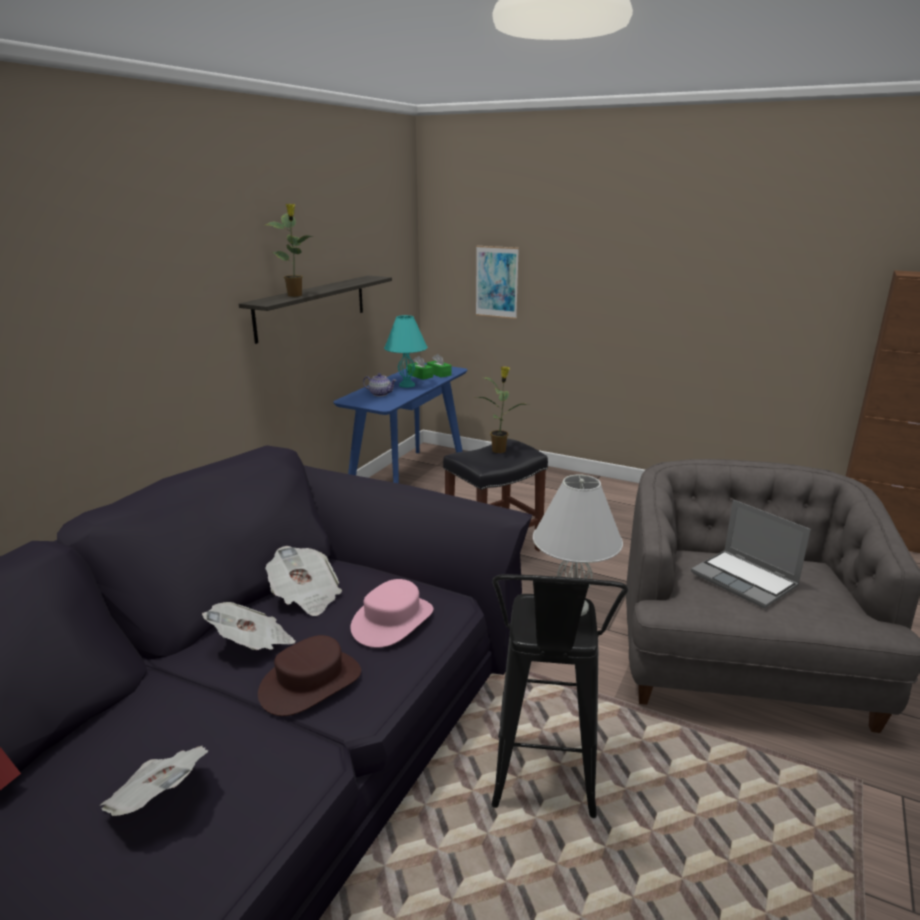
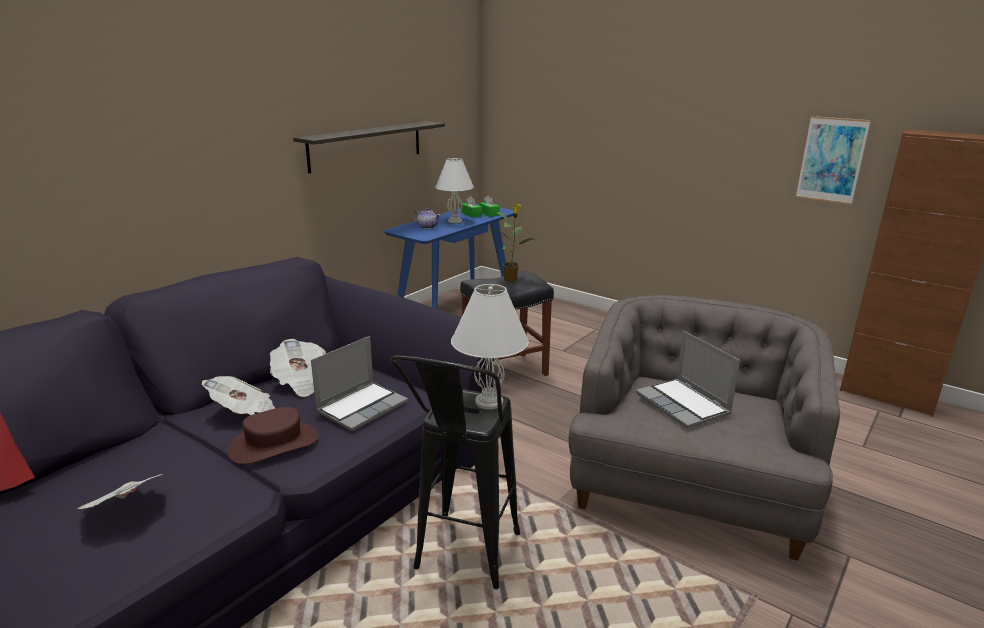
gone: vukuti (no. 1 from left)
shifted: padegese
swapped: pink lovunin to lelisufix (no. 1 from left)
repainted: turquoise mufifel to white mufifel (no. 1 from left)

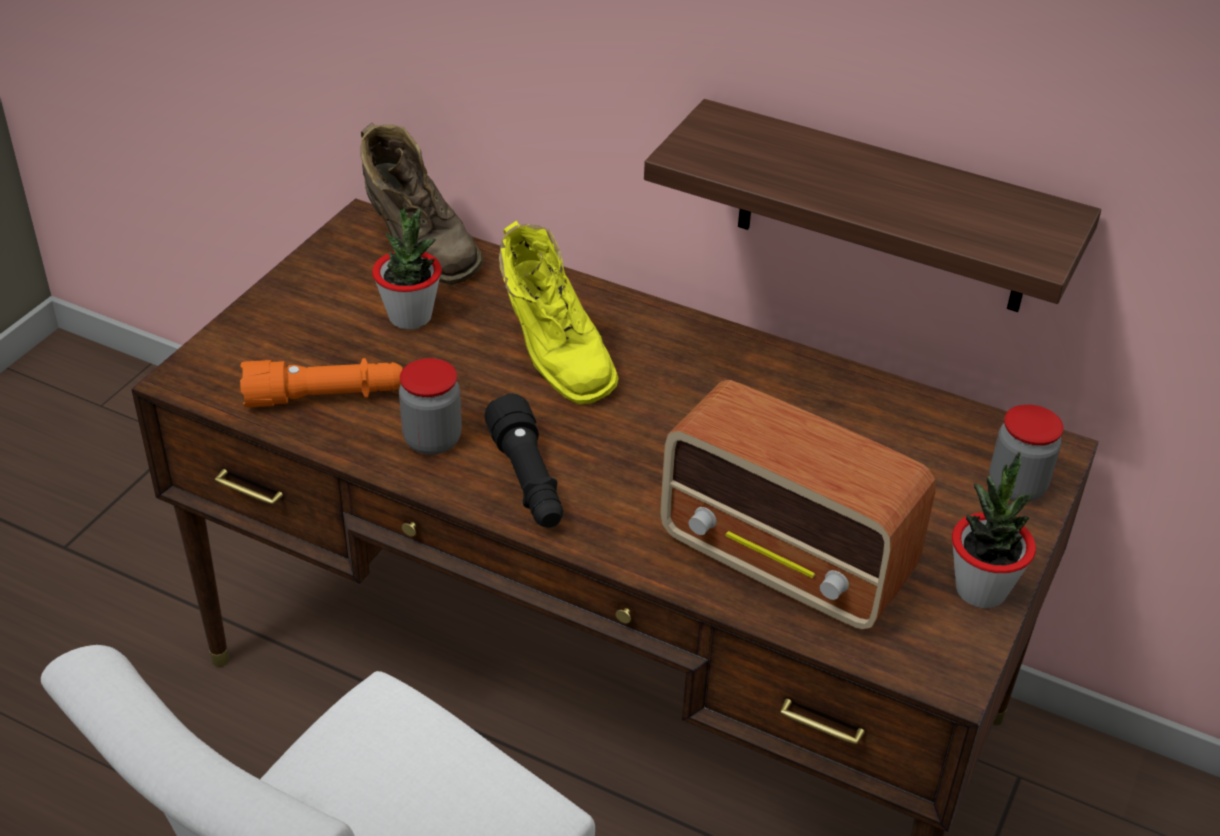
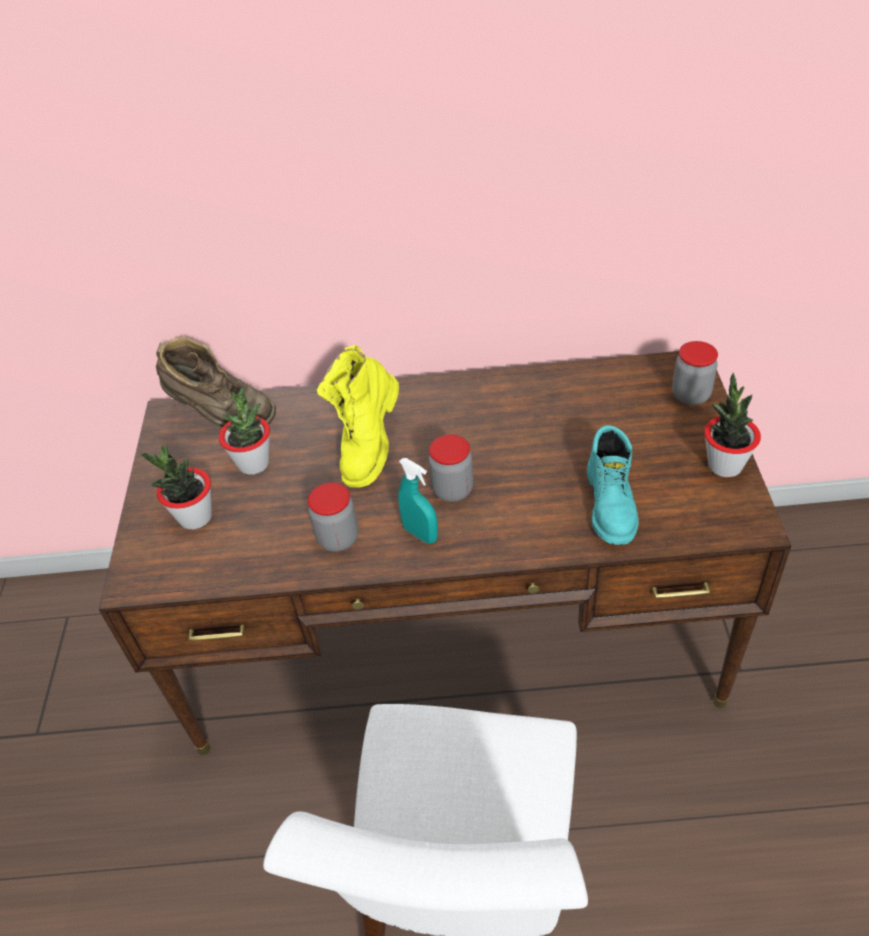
gone: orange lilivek; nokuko
new: vukuti (no. 1 from left); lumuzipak (no. 2 from left)
swapped: black lilivek to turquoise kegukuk; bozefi to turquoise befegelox
rotated: yellow befegelox 75 degrees clockwise

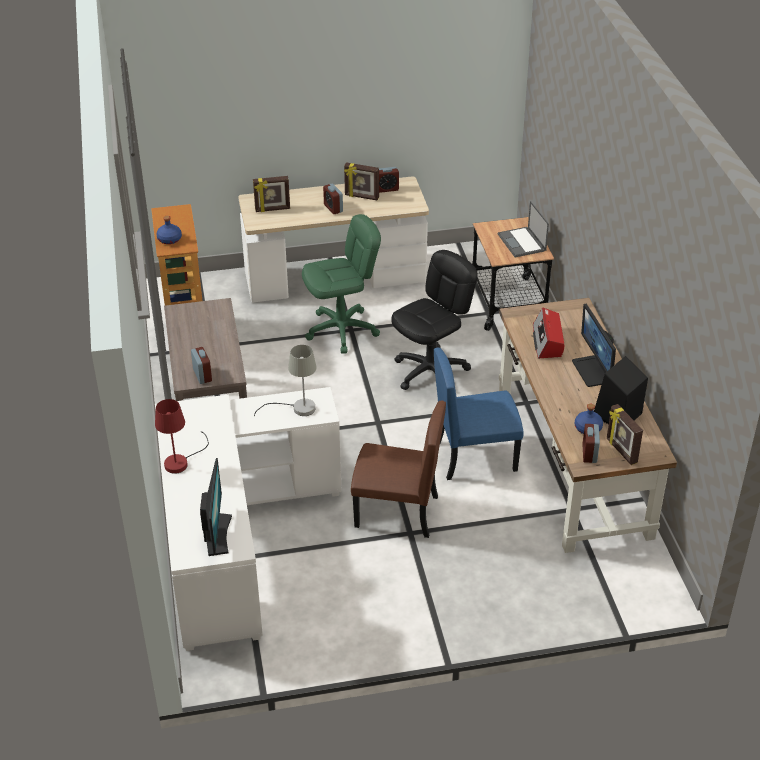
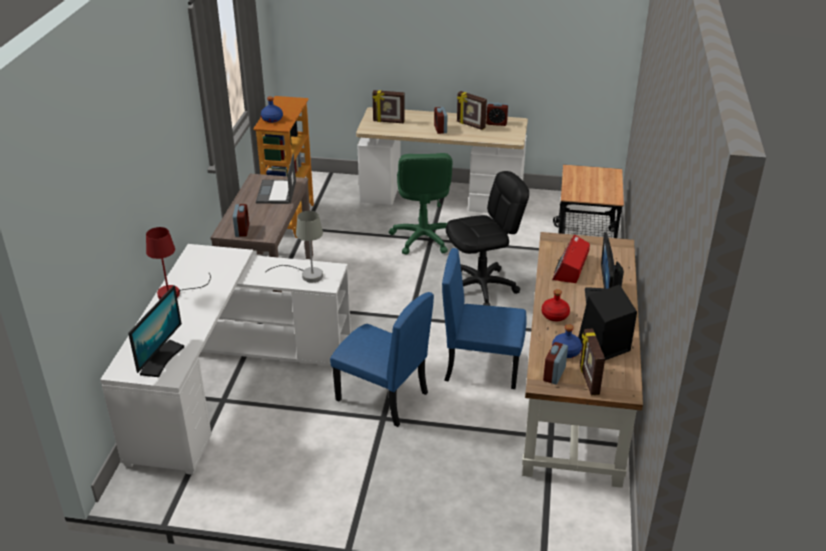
new: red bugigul
shifted: lelisufix
repainted: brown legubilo to blue legubilo (no. 1 from left)
rotated: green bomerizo 90 degrees clockwise

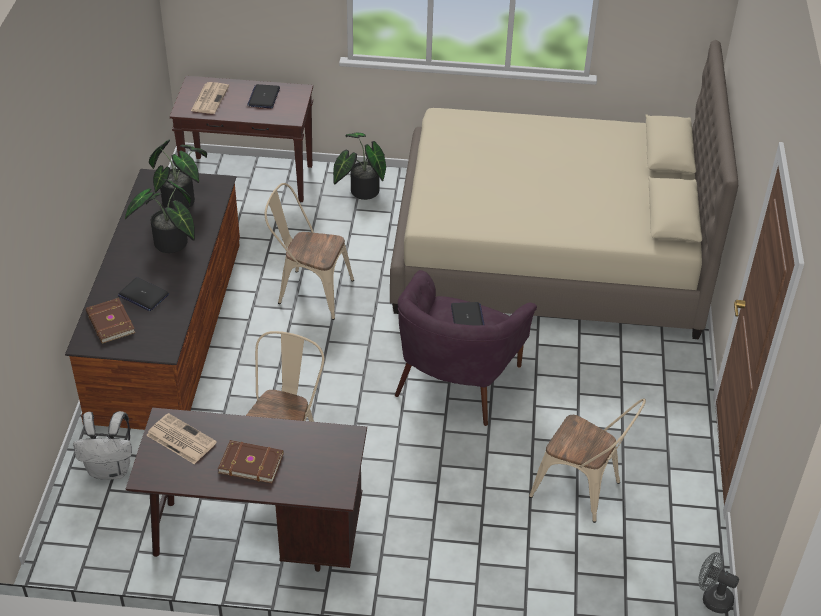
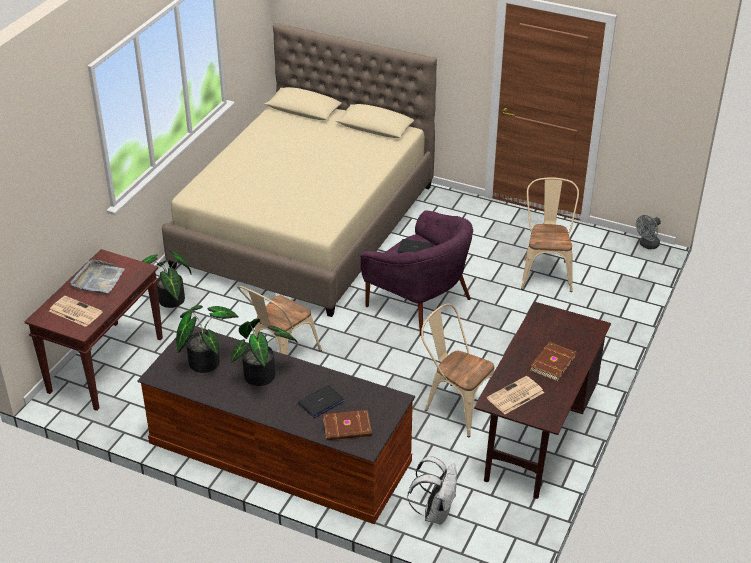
swapped: lelisufix (no. 2 from left) to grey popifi
rotated: beige legubilo (no. 3 from left) 45 degrees counterclockwise

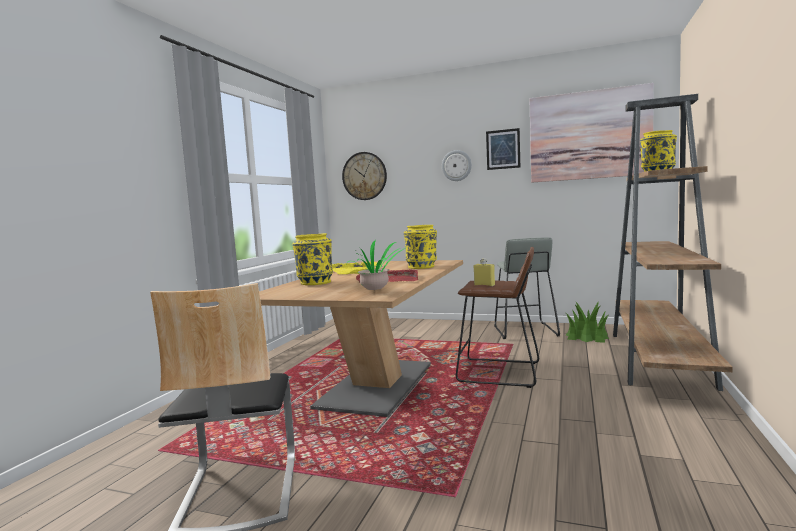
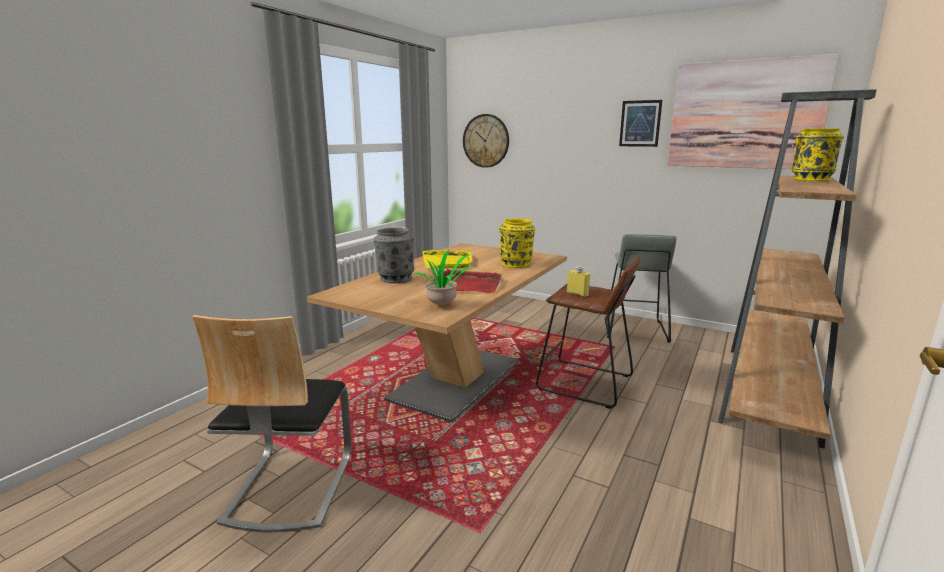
gone: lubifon (no. 2 from left); vukuti (no. 2 from left)
repainted: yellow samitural (no. 1 from left) to grey samitural

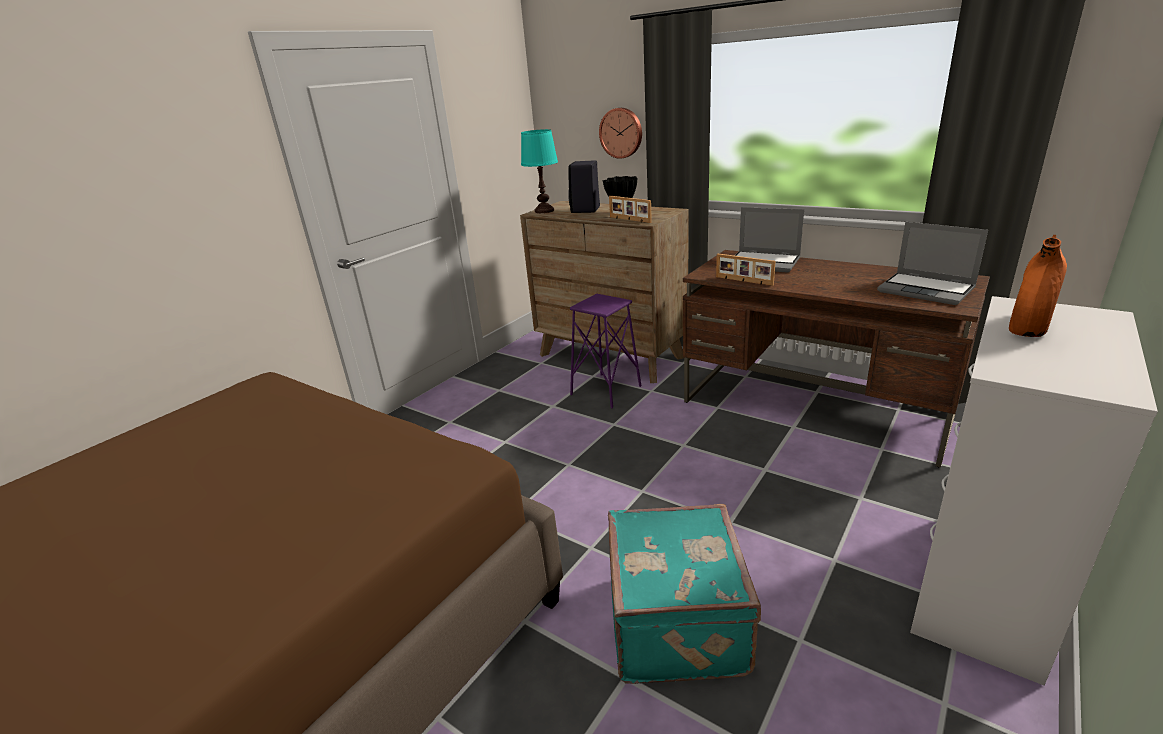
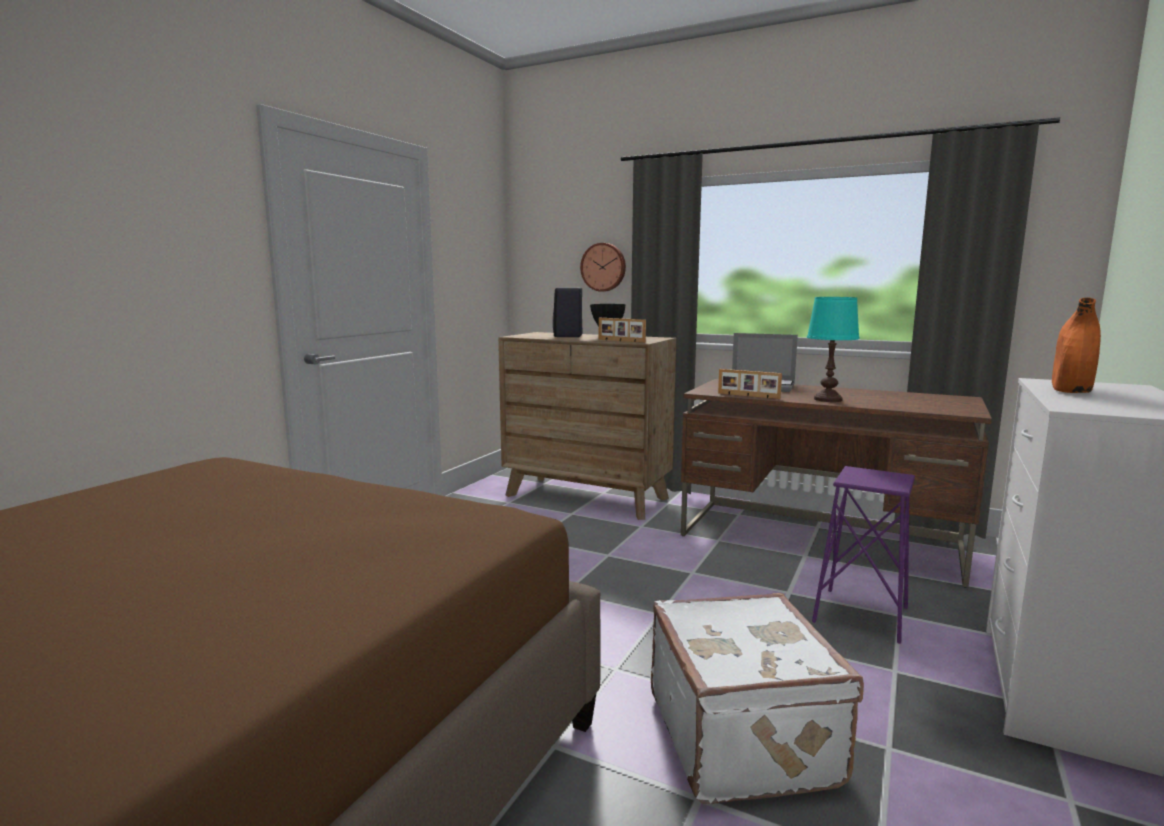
gone: lelisufix (no. 2 from left)
shifted: turquoise mufifel; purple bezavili
repainted: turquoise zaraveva to white zaraveva

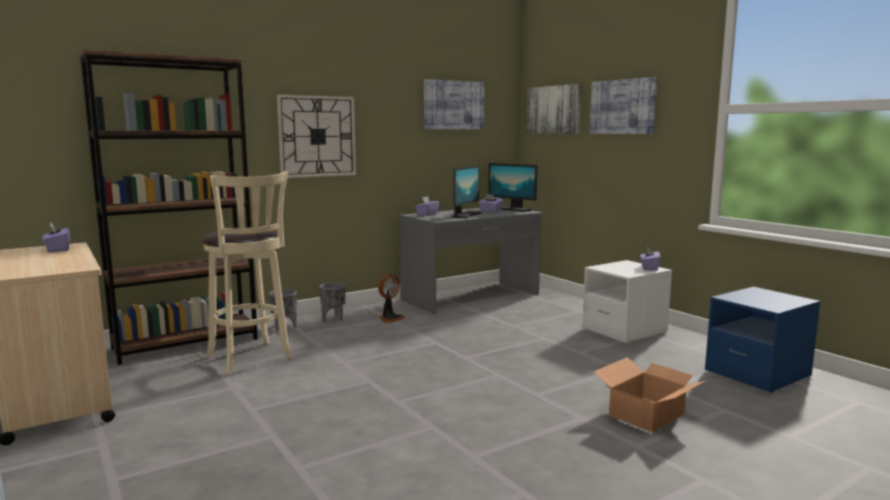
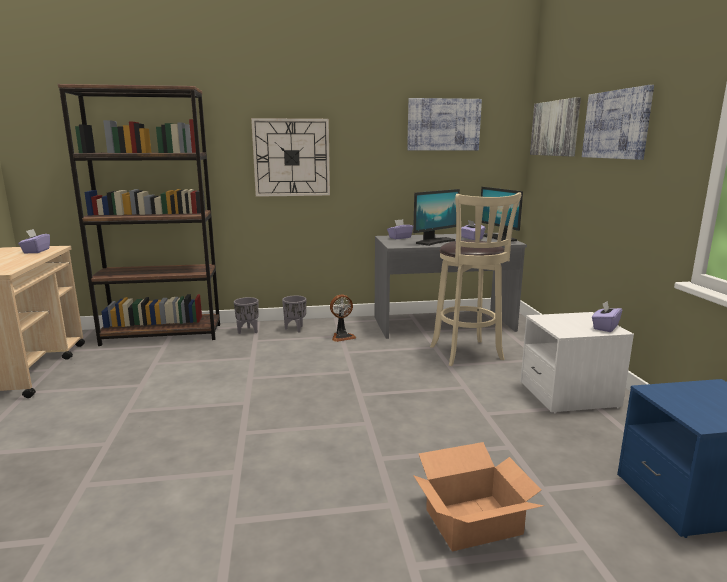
shifted: beige bezavili

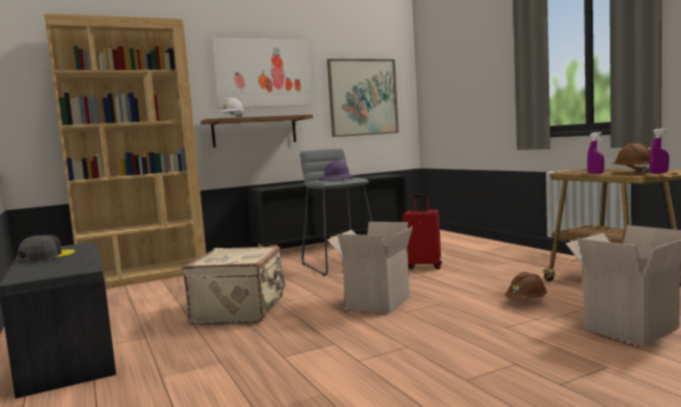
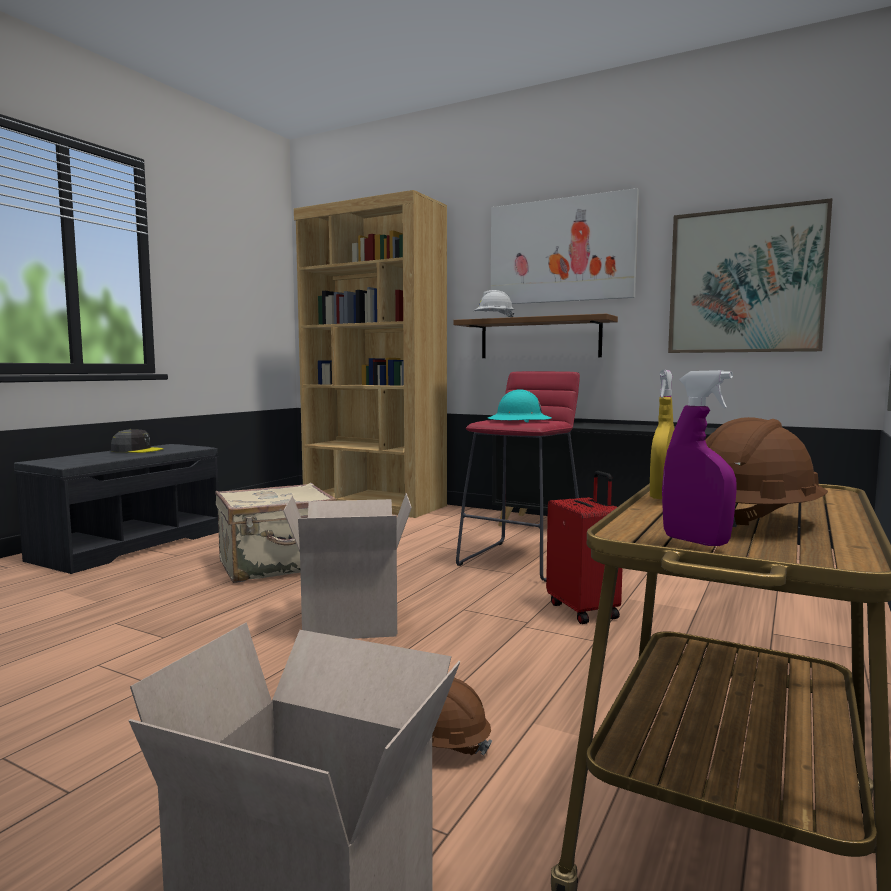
repainted: grey bezavili to red bezavili; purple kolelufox to turquoise kolelufox; purple kegukuk (no. 1 from left) to yellow kegukuk

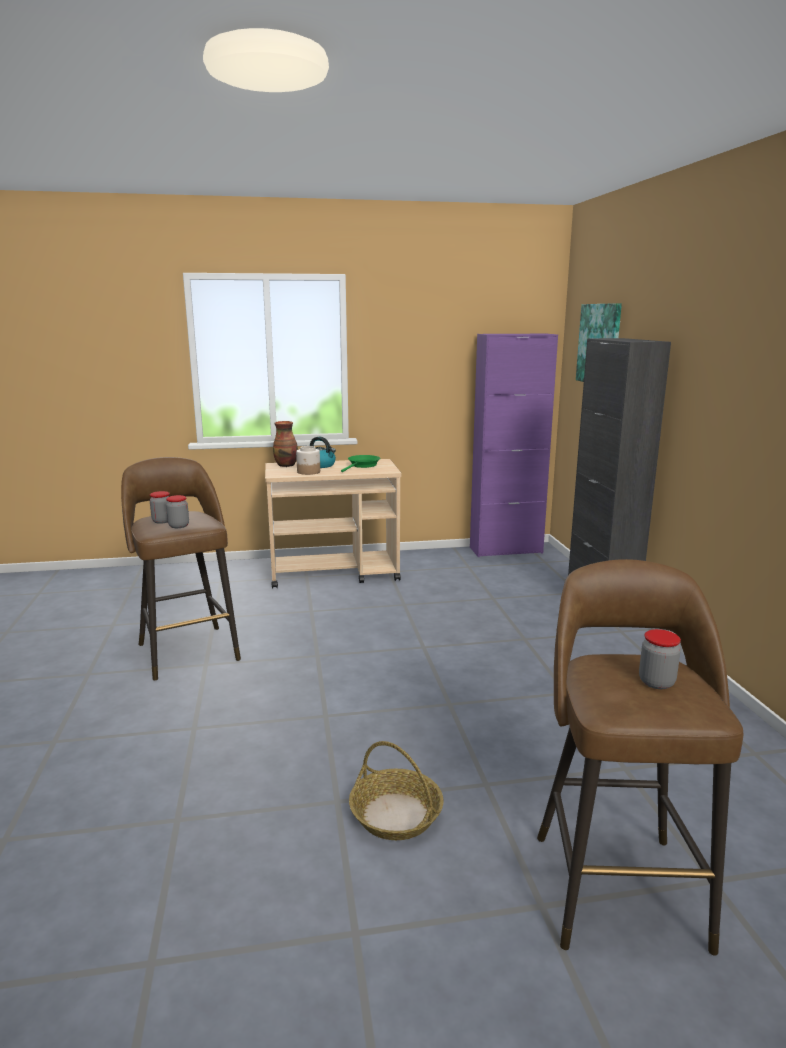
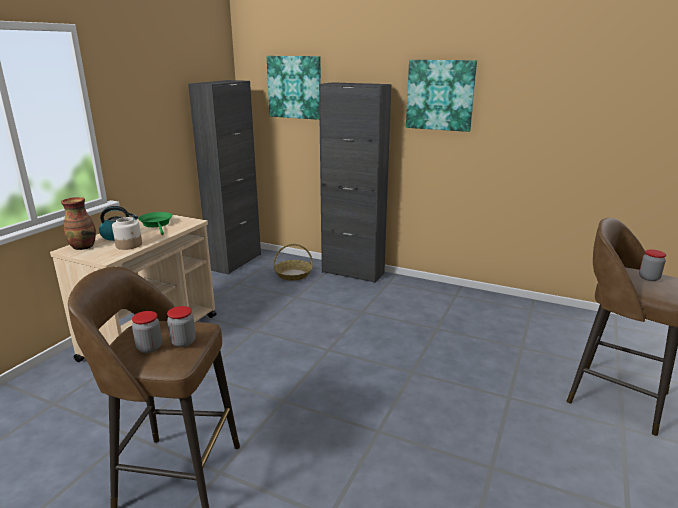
new: padegese (no. 2 from left)
shifted: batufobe
repainted: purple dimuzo to black dimuzo (no. 1 from left)

